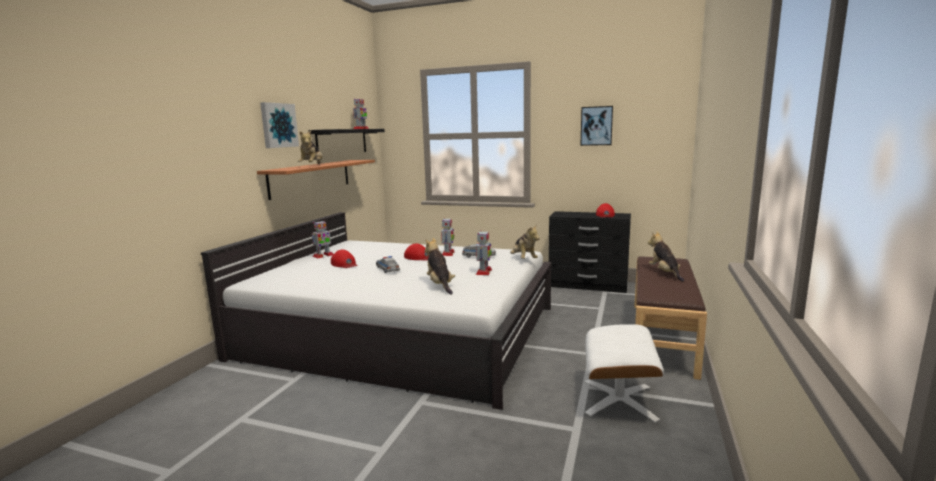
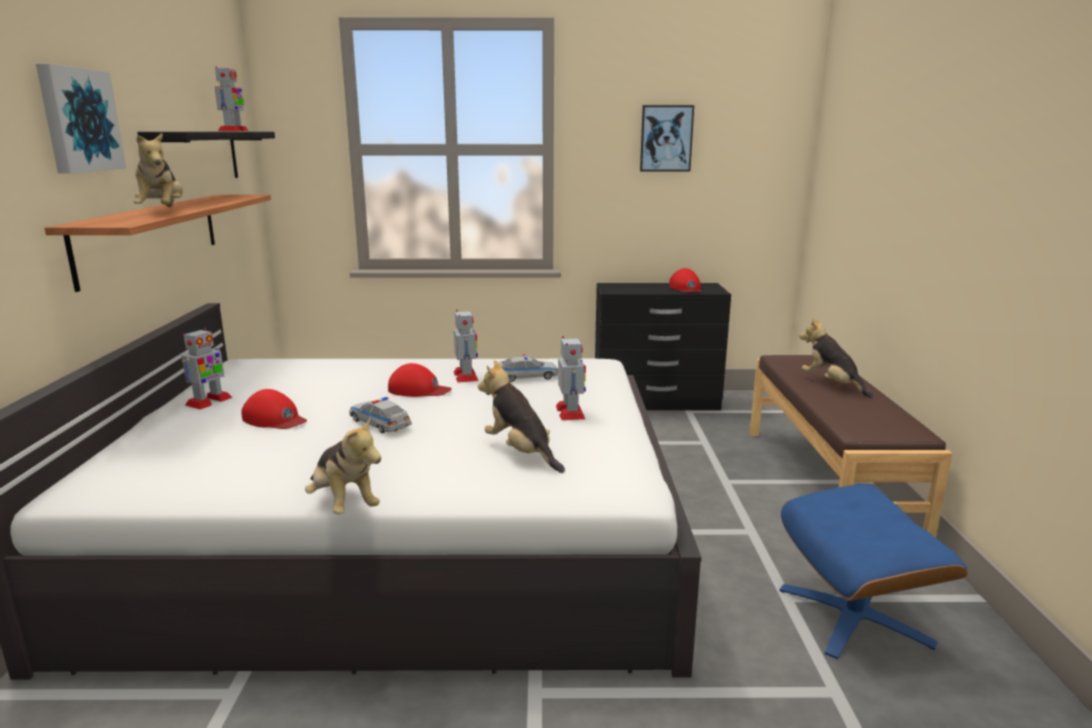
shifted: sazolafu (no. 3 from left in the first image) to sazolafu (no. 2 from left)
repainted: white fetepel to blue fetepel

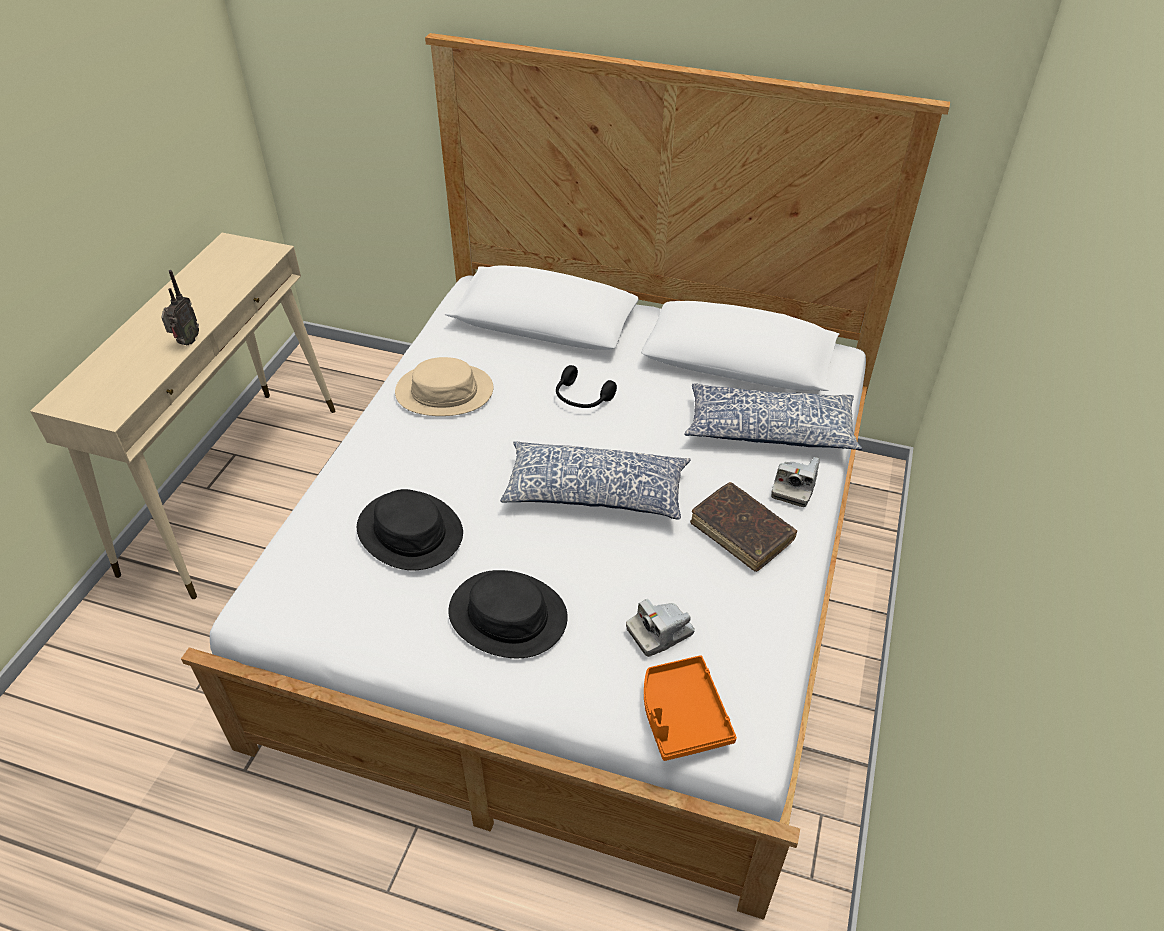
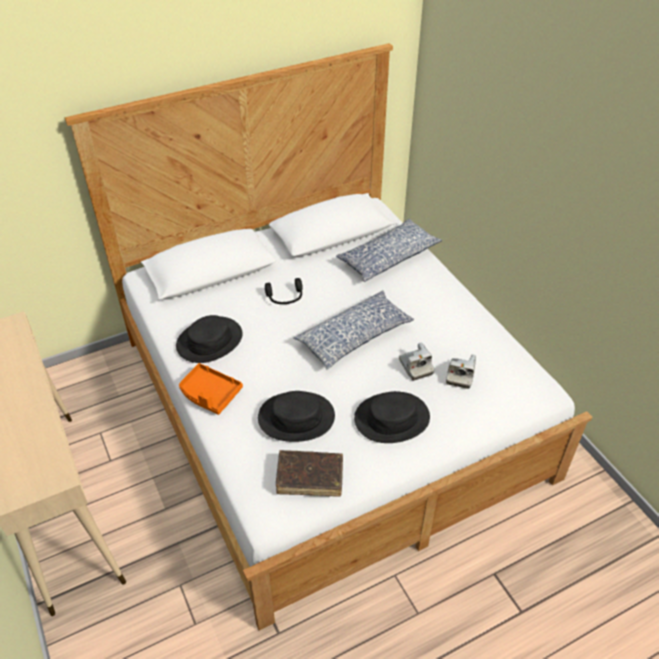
gone: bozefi
shifted: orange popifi; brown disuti; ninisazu (no. 2 from left in the first image) to ninisazu (no. 1 from left)
repainted: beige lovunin to black lovunin (no. 1 from left)

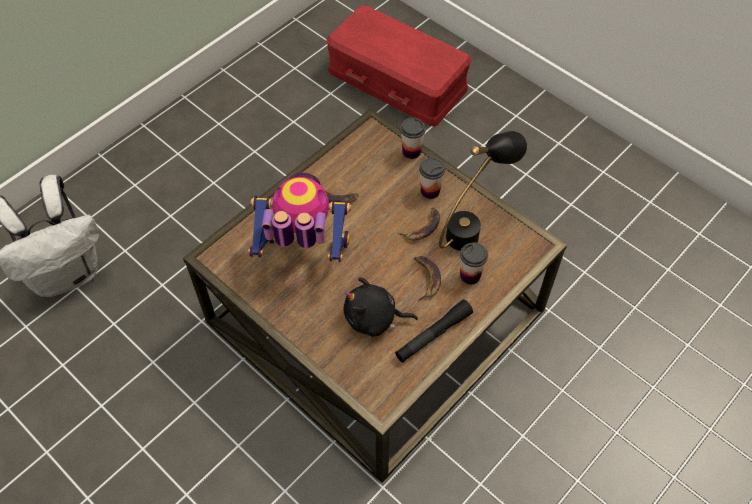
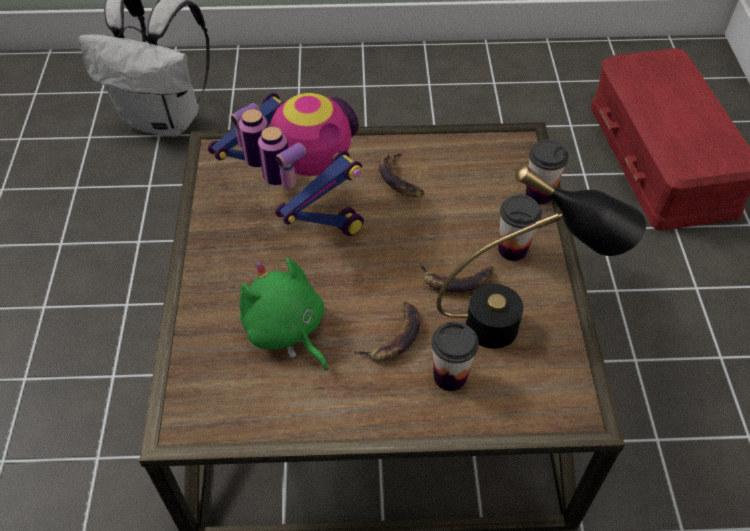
gone: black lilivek
repainted: black sazolafu to green sazolafu

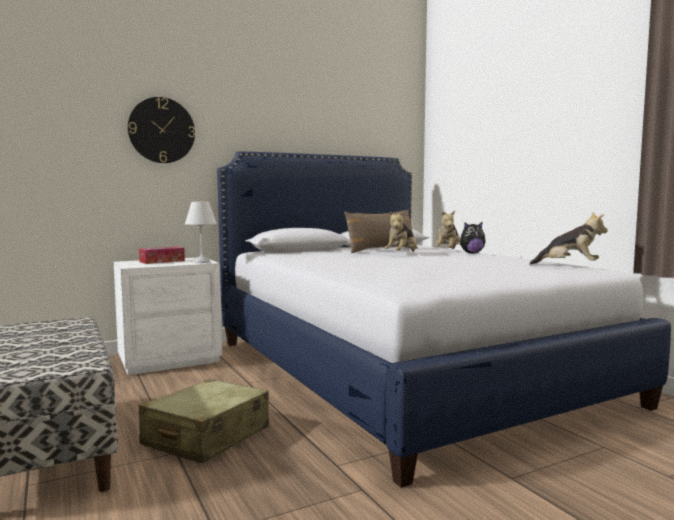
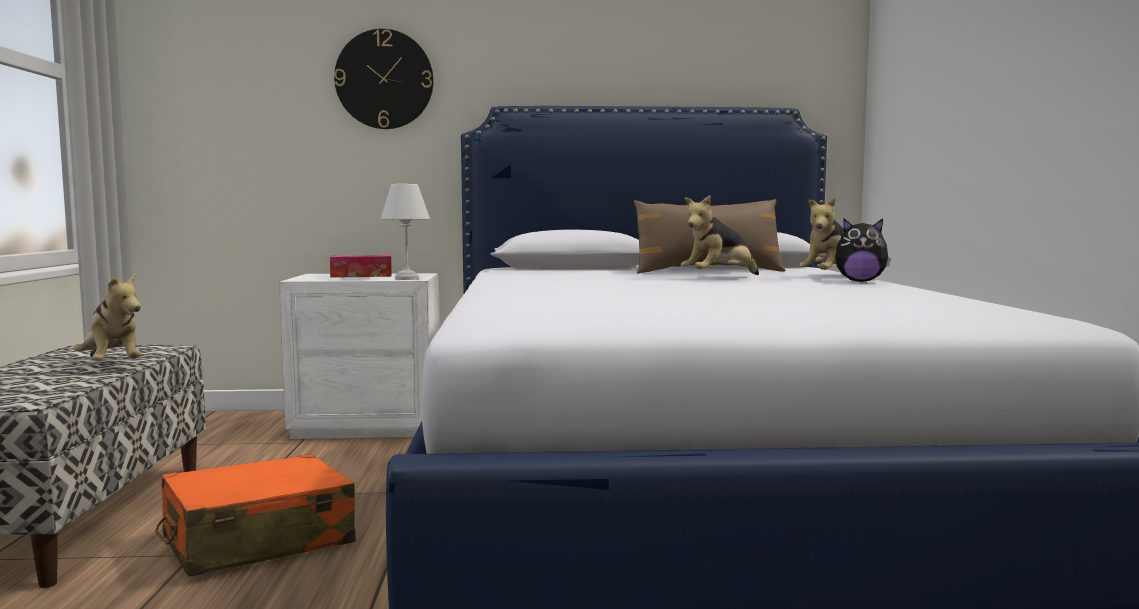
shifted: sazolafu (no. 4 from left in the first image) to sazolafu (no. 1 from left)
repainted: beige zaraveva to orange zaraveva

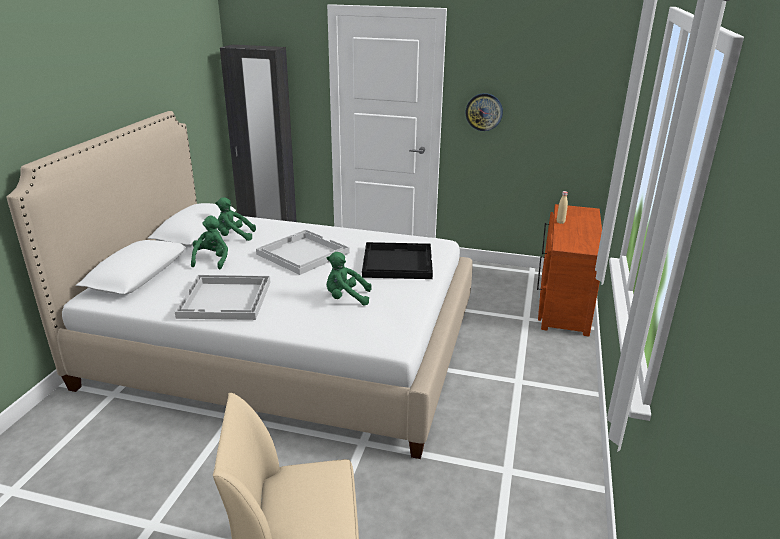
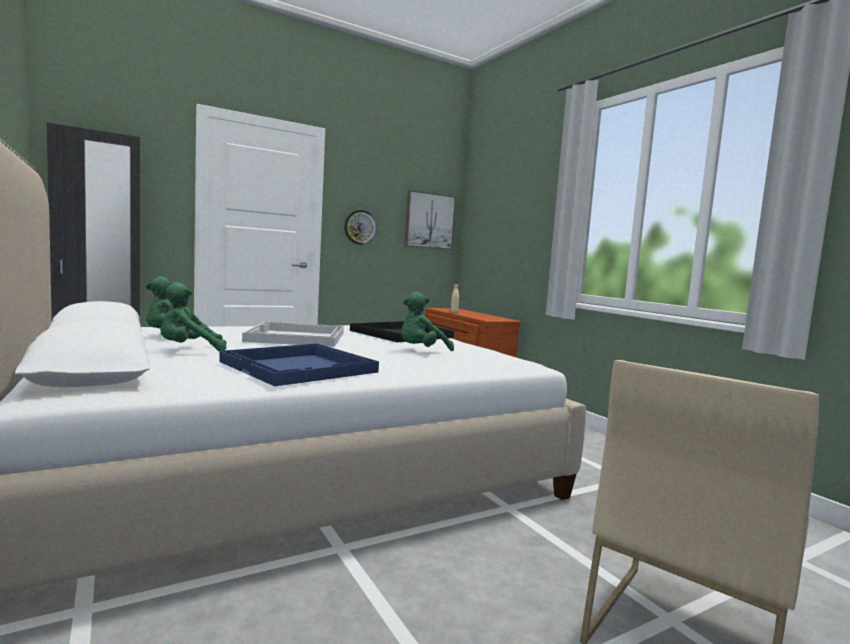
new: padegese
repainted: white popifi (no. 1 from left) to blue popifi
rotated: green sazolafu (no. 1 from left in the first image) 75 degrees counterclockwise

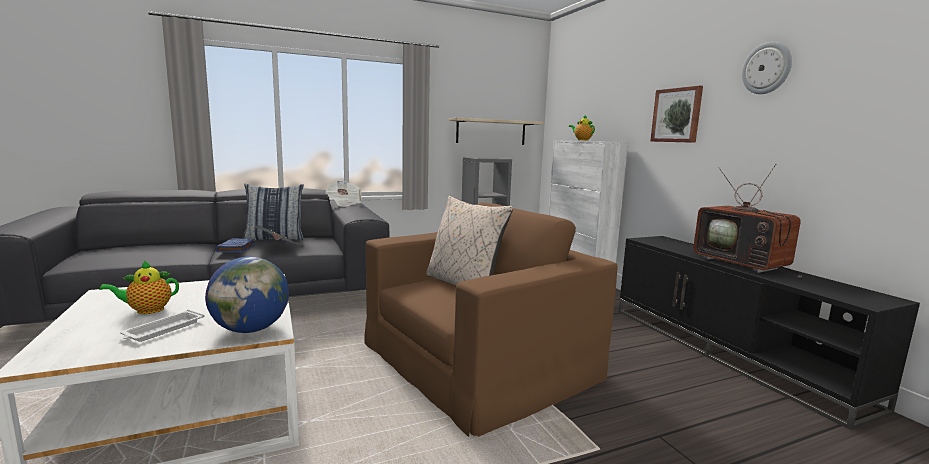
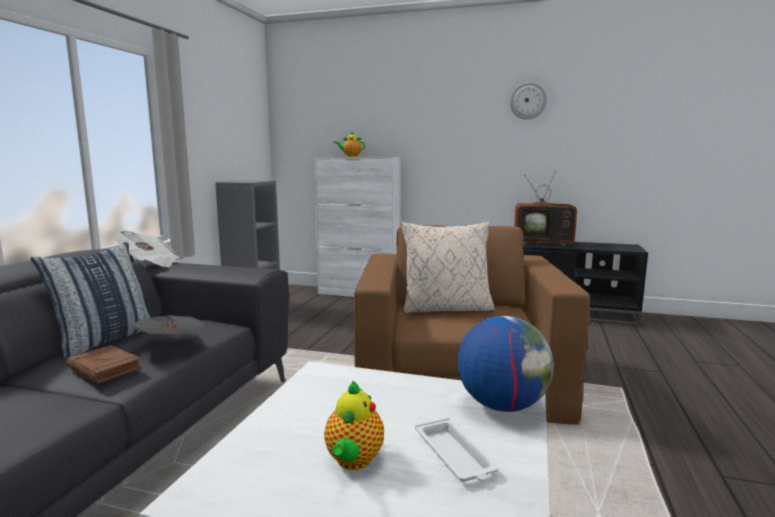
gone: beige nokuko; padegese
repainted: blue disuti to brown disuti

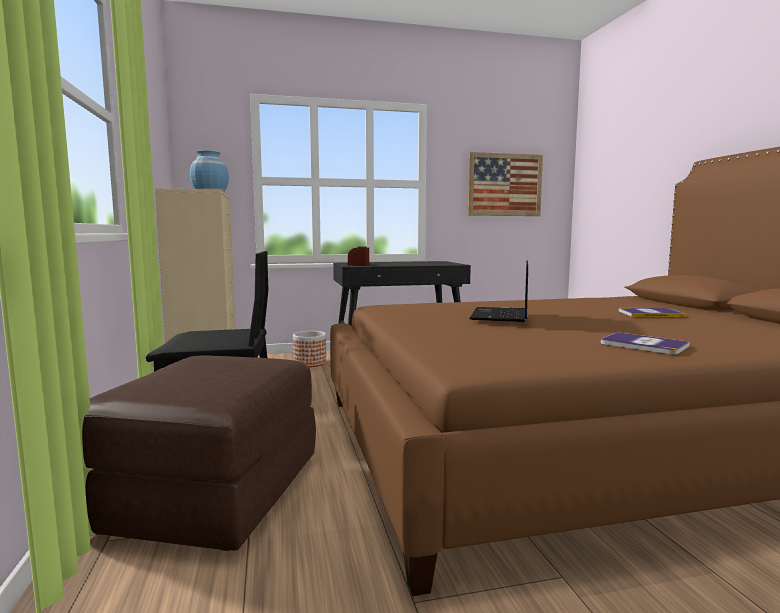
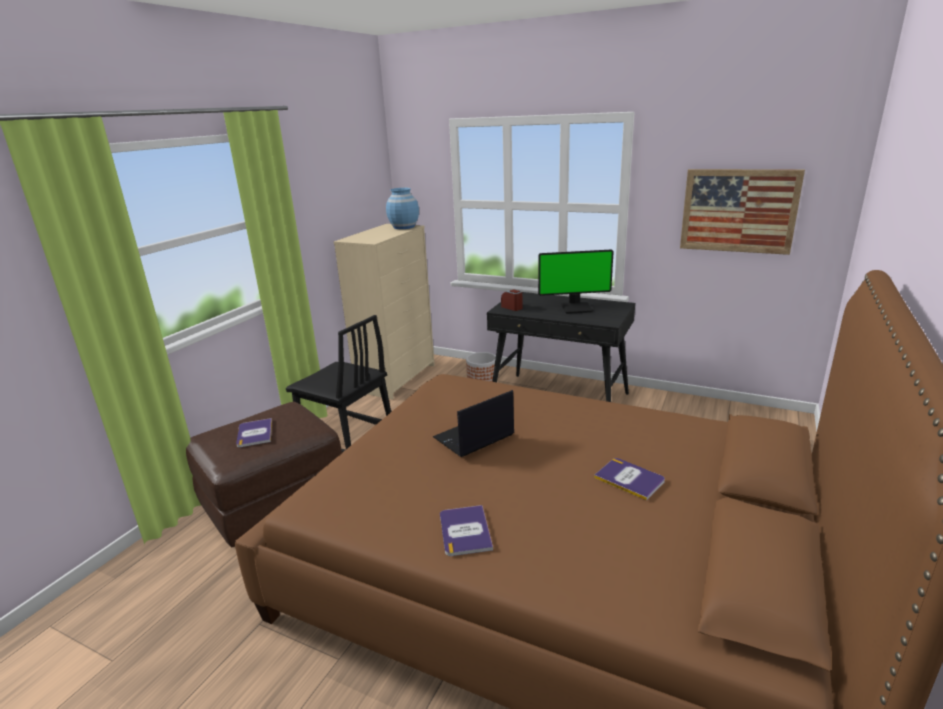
new: disuti (no. 1 from left); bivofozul

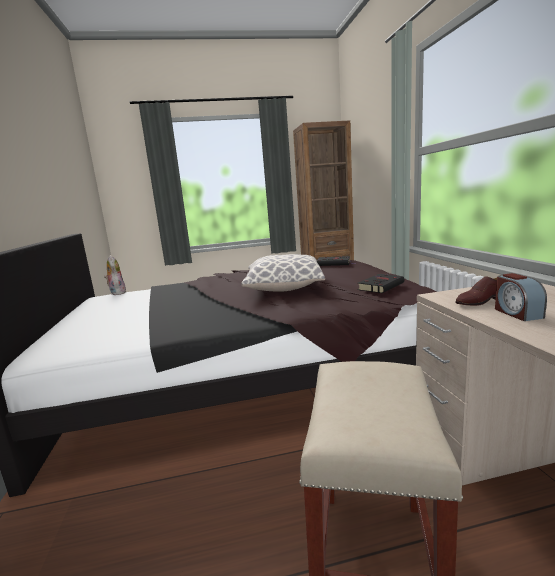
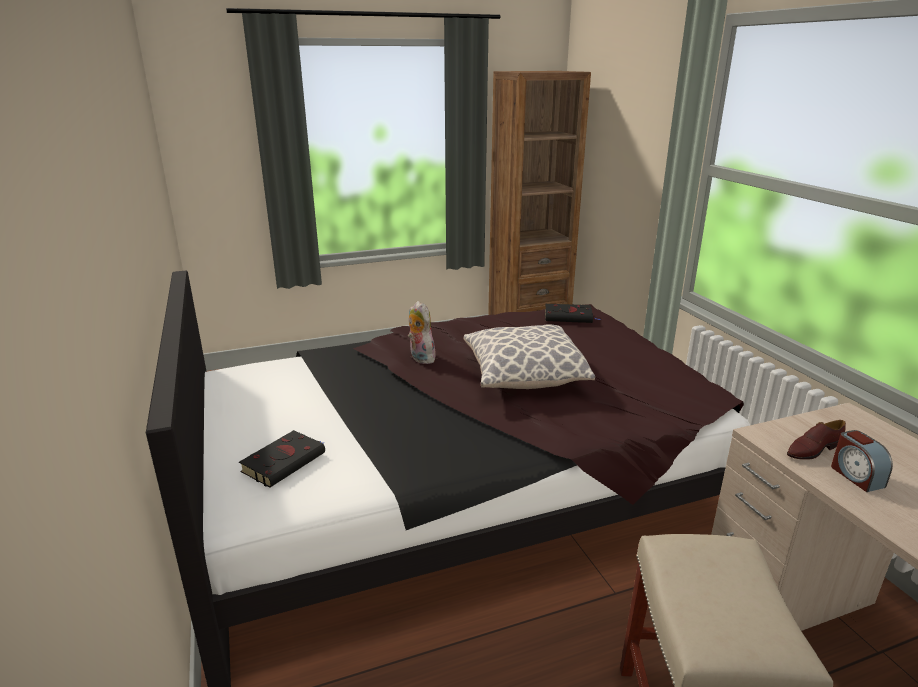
shifted: sazolafu; black disuti (no. 2 from left in the first image) to black disuti (no. 1 from left)

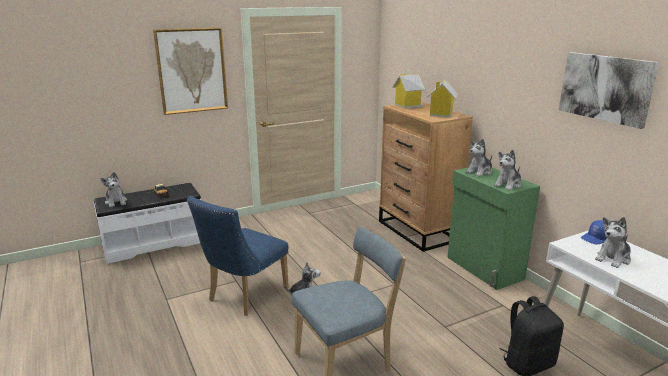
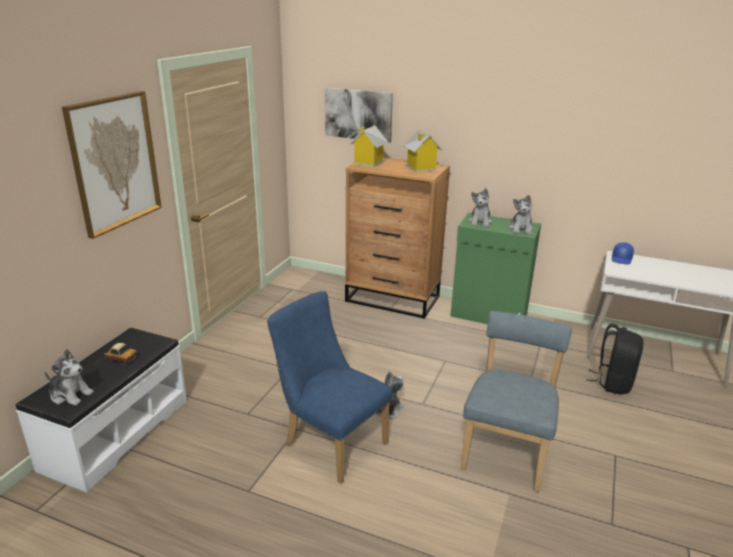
gone: sazolafu (no. 5 from left)
shifted: padegese (no. 2 from left)
rotated: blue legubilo (no. 1 from left) 135 degrees clockwise

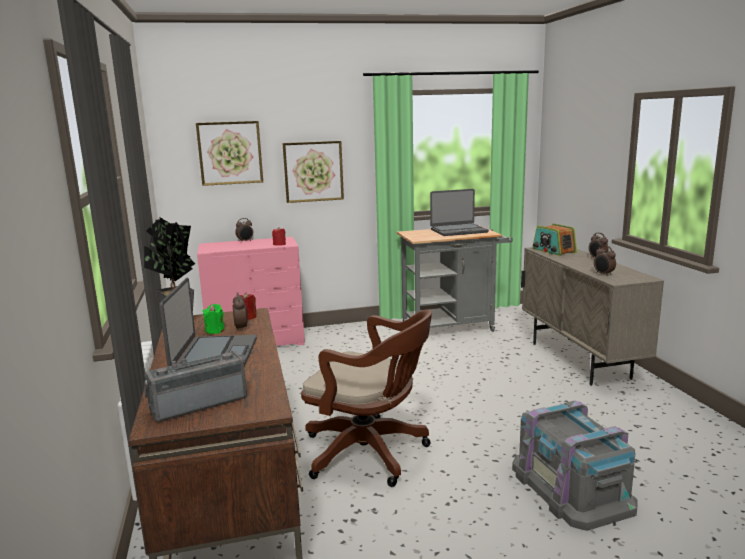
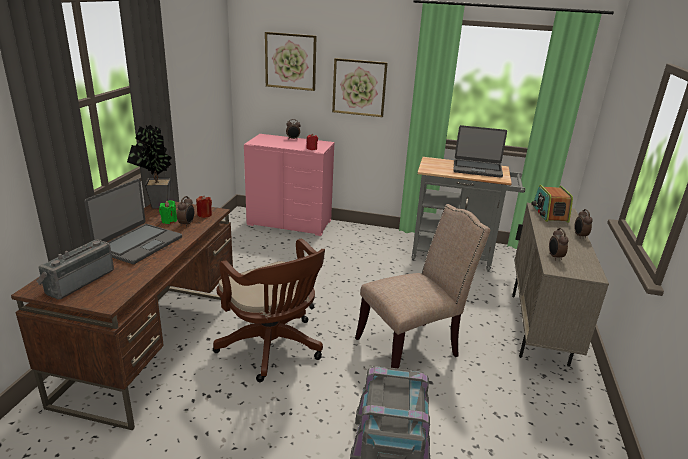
new: beige legubilo
rotated: bozefi (no. 1 from left) 60 degrees counterclockwise

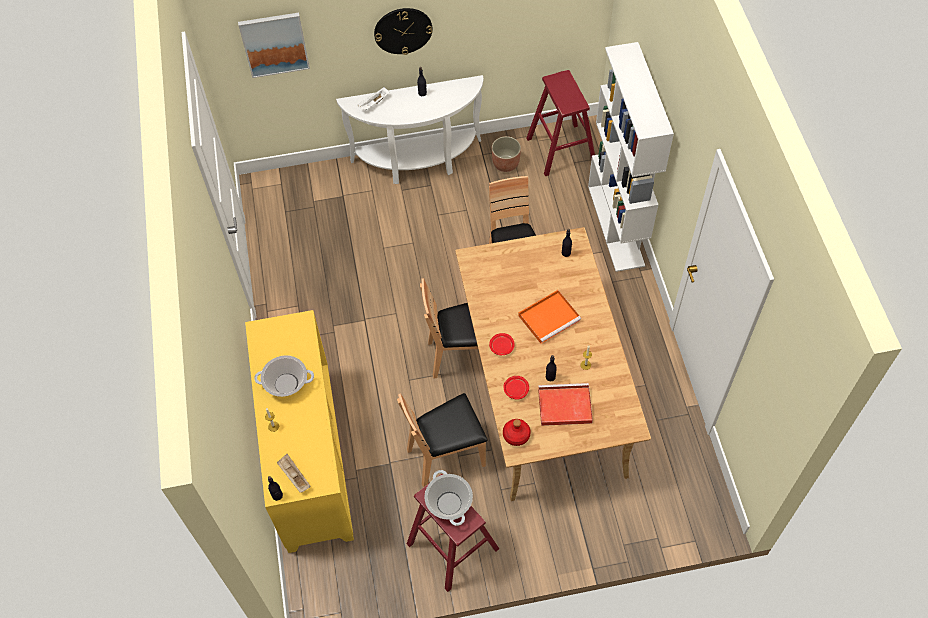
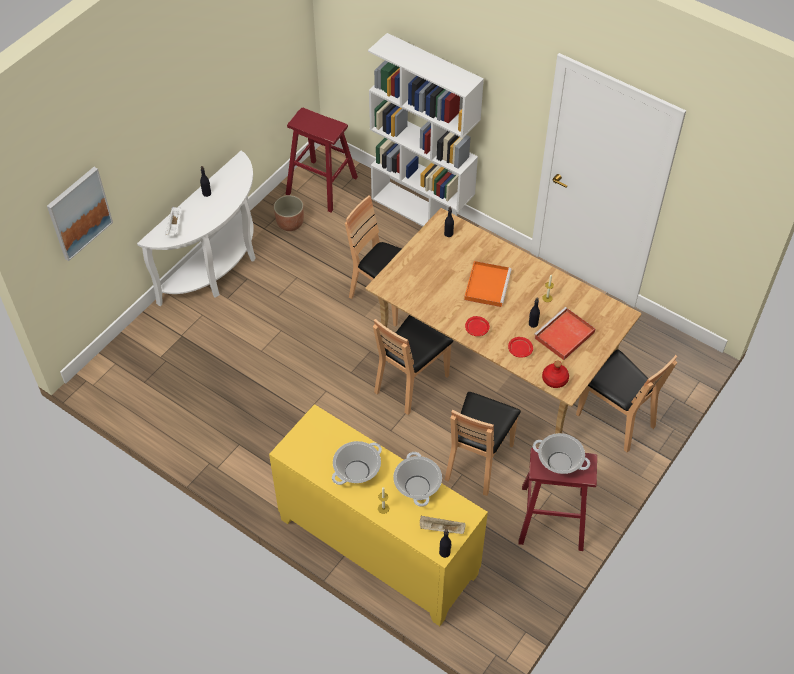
gone: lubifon
new: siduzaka (no. 2 from left); brown legubilo (no. 4 from left)

